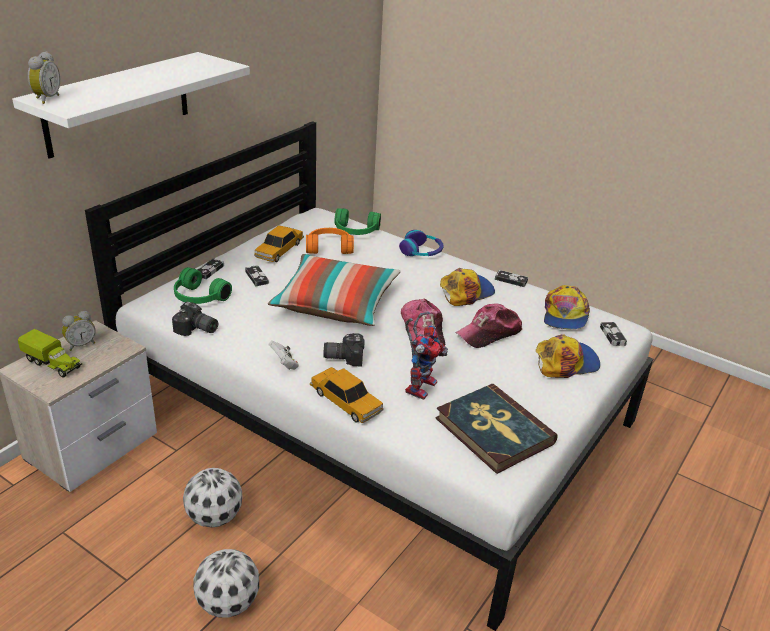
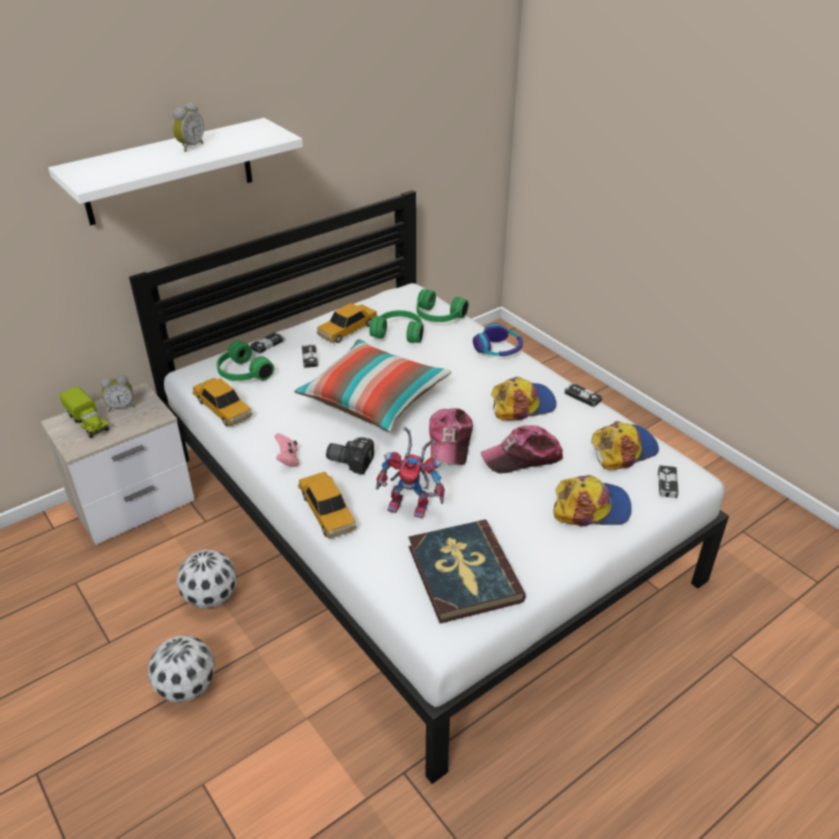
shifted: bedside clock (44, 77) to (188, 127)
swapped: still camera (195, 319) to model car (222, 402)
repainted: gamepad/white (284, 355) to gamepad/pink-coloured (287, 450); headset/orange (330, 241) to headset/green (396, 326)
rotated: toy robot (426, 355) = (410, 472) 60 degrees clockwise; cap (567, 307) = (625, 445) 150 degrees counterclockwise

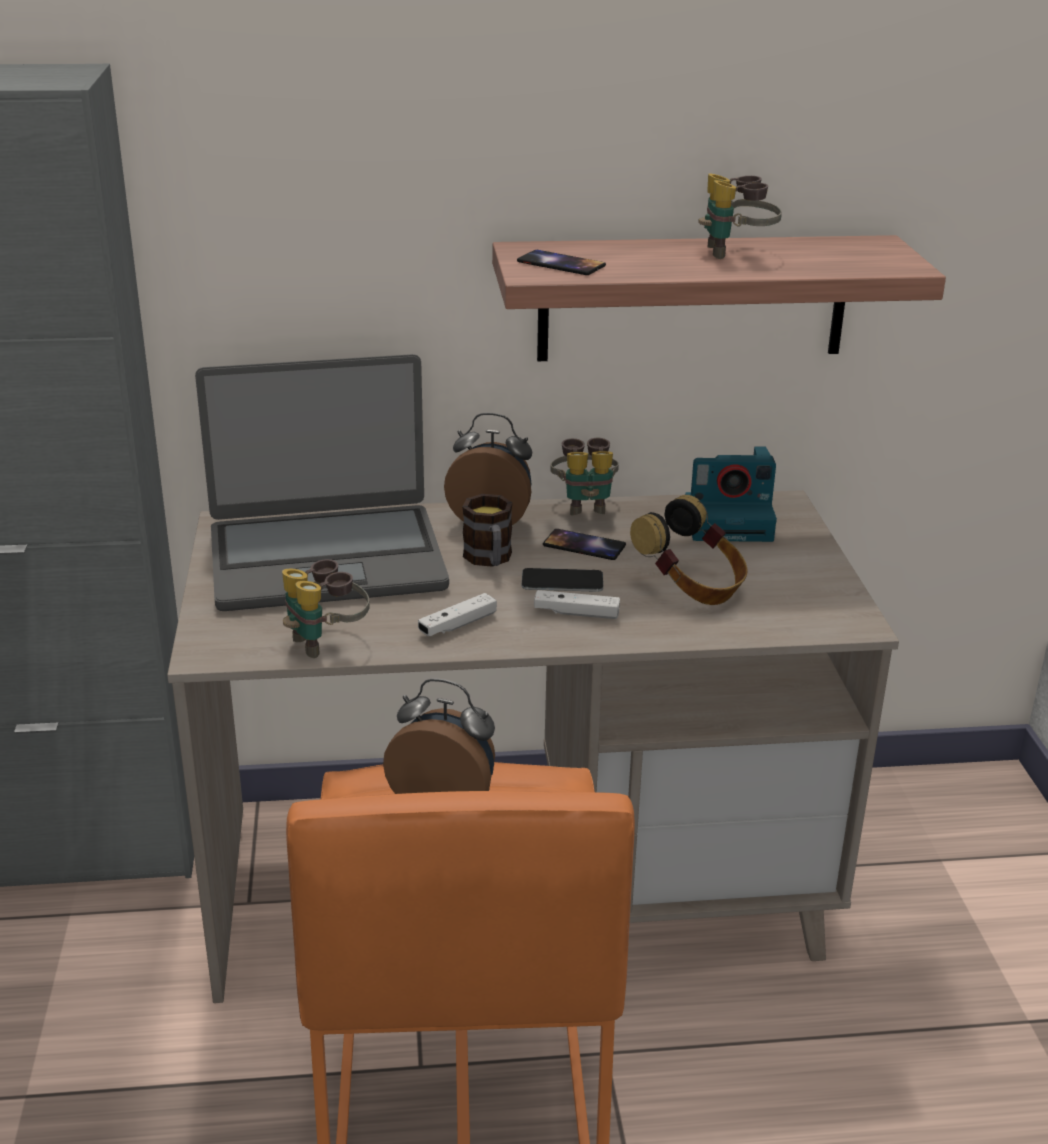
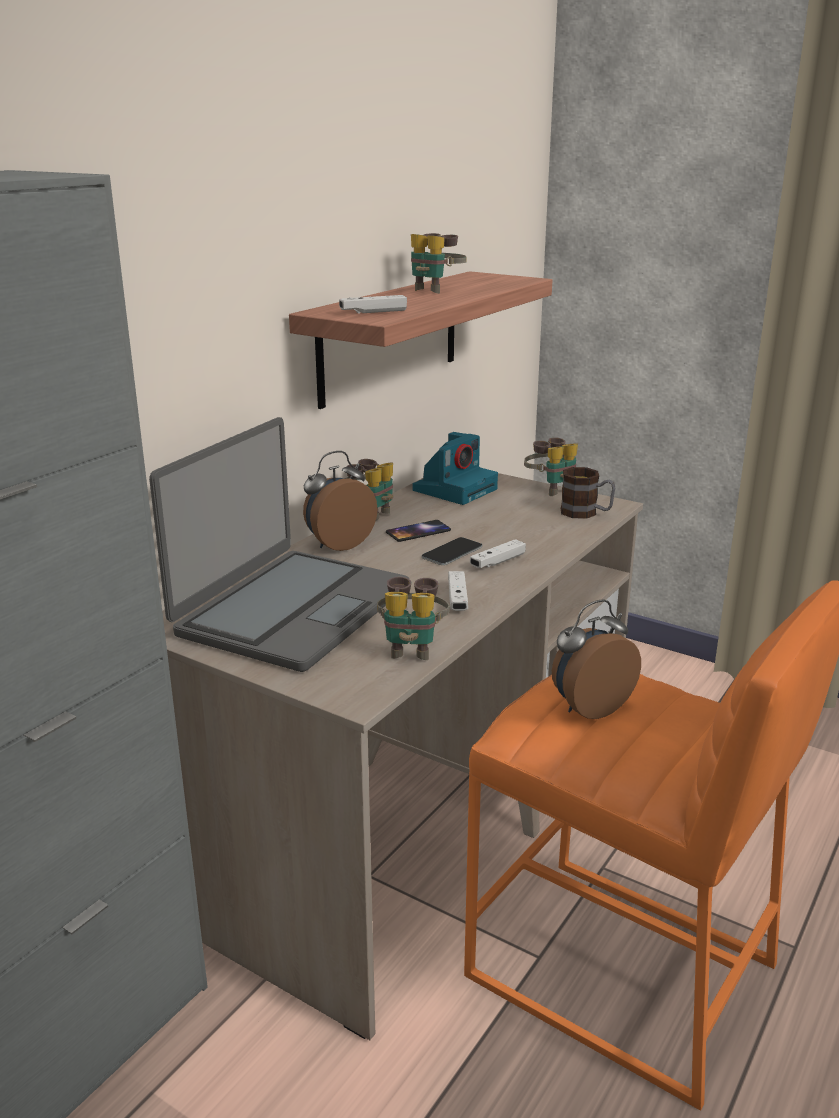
gone: headset (689, 550)
new: binoculars (551, 466)
shifted: coffee mug (488, 530) to (588, 493)
swapped: handset (561, 262) to gamepad/white (373, 304)

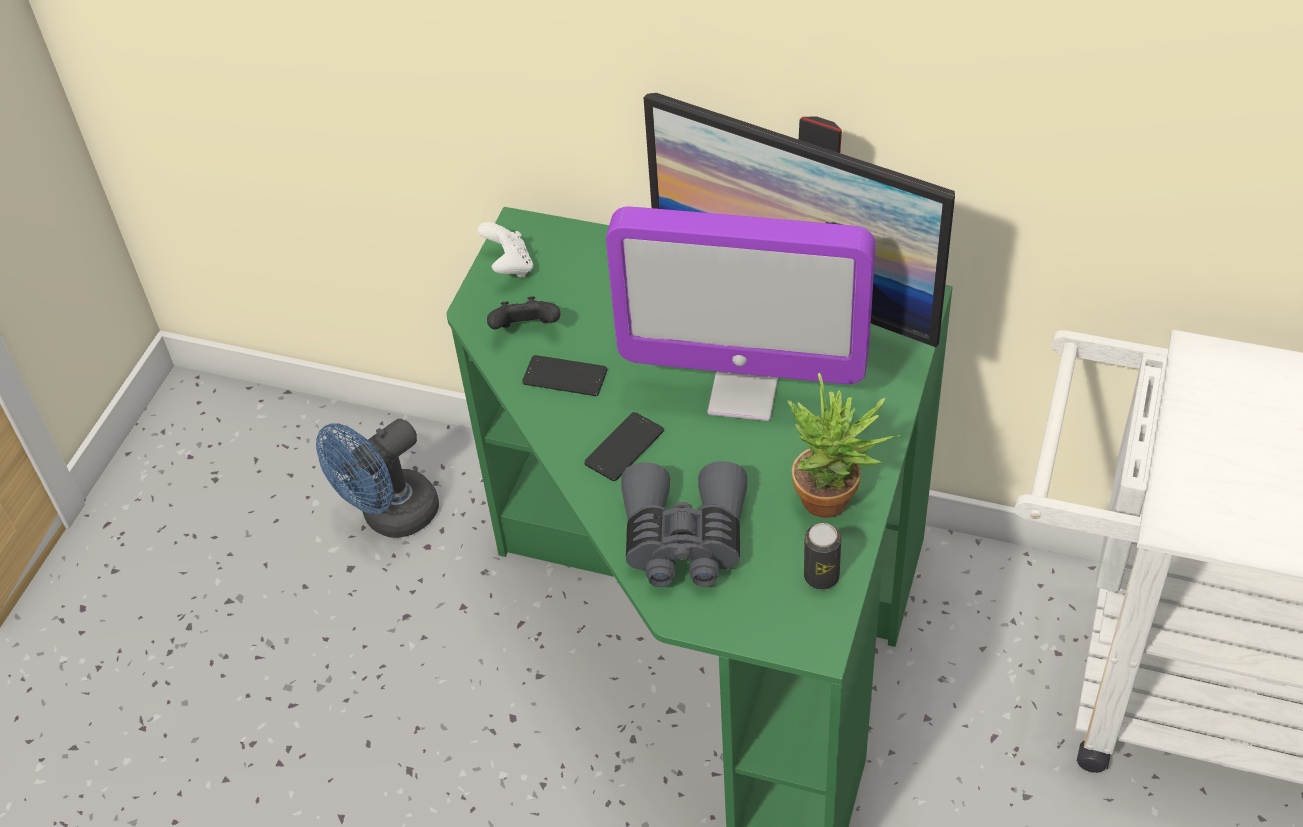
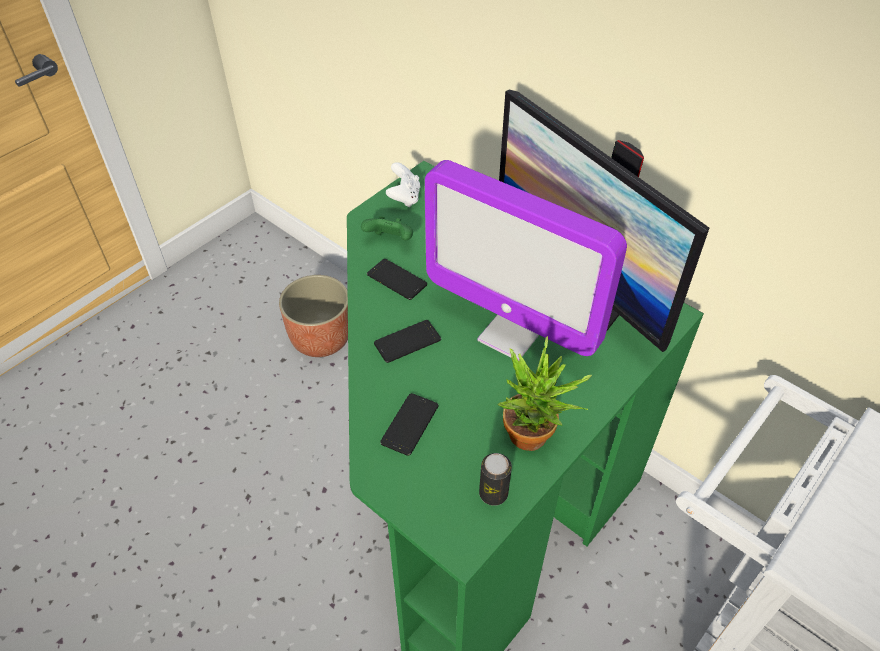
swapped: cooling fan/bluish (377, 478) to planter (313, 316); binoculars/greyish (684, 524) to handset (409, 424)
repainted: gamepad/black-coloured (523, 312) to gamepad/green (387, 228)

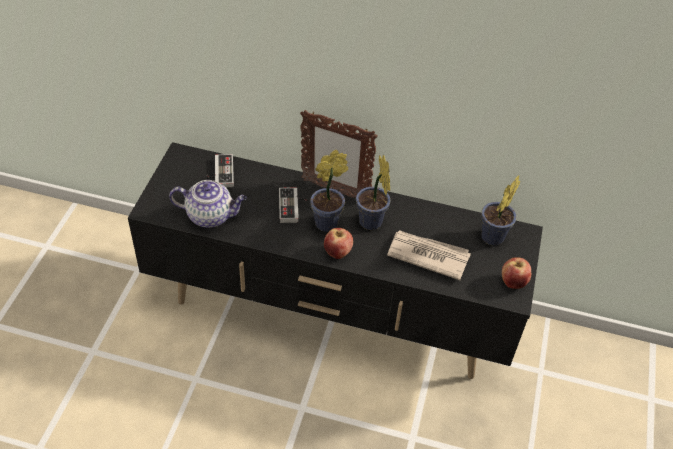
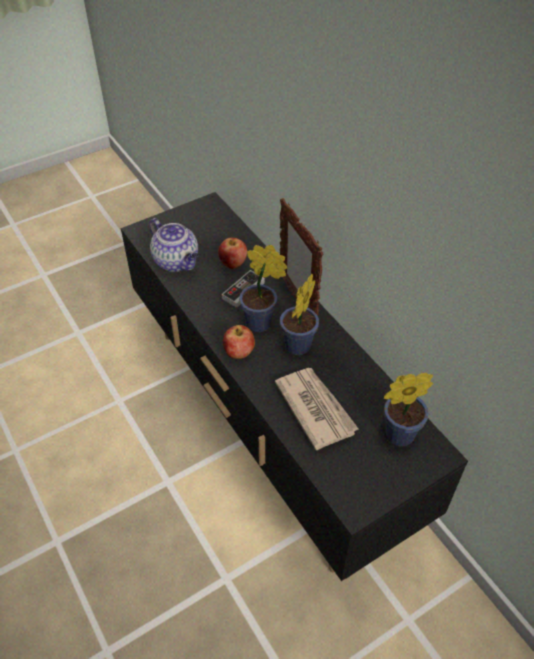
gone: gamepad (220, 170)
shifted: apple fruit (516, 273) to (232, 253)

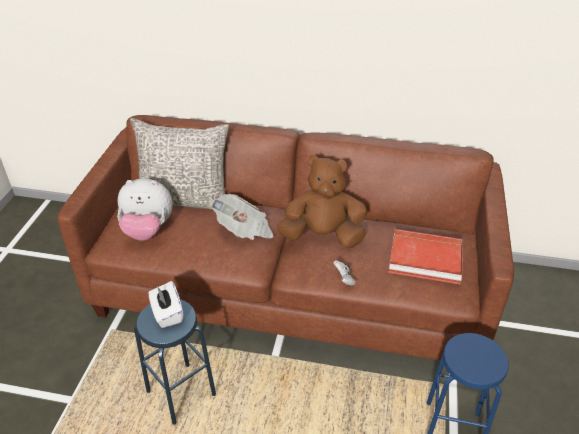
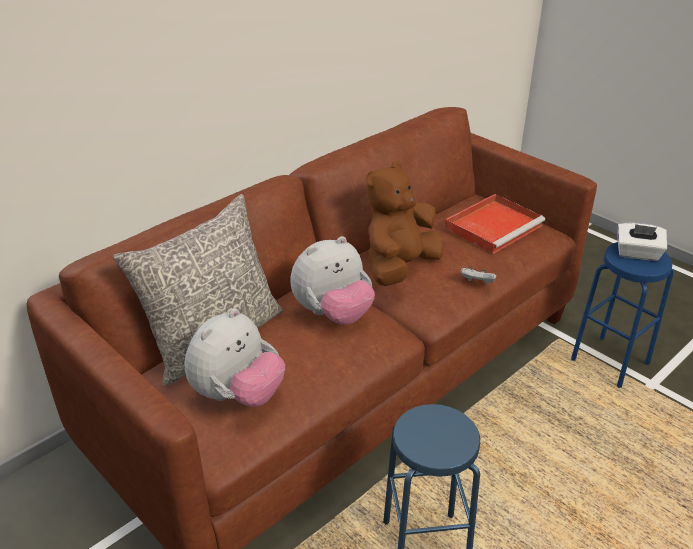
shifted: tissue holder/white (165, 304) to (642, 242)
swapped: daily paper (242, 217) to plush toy (332, 280)

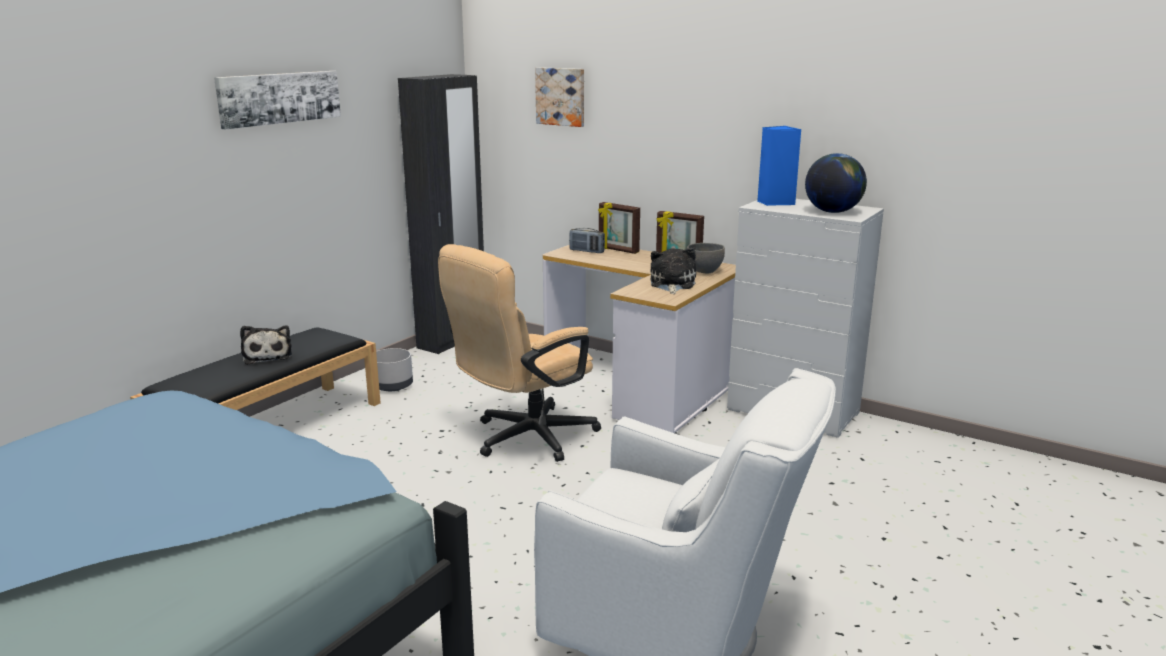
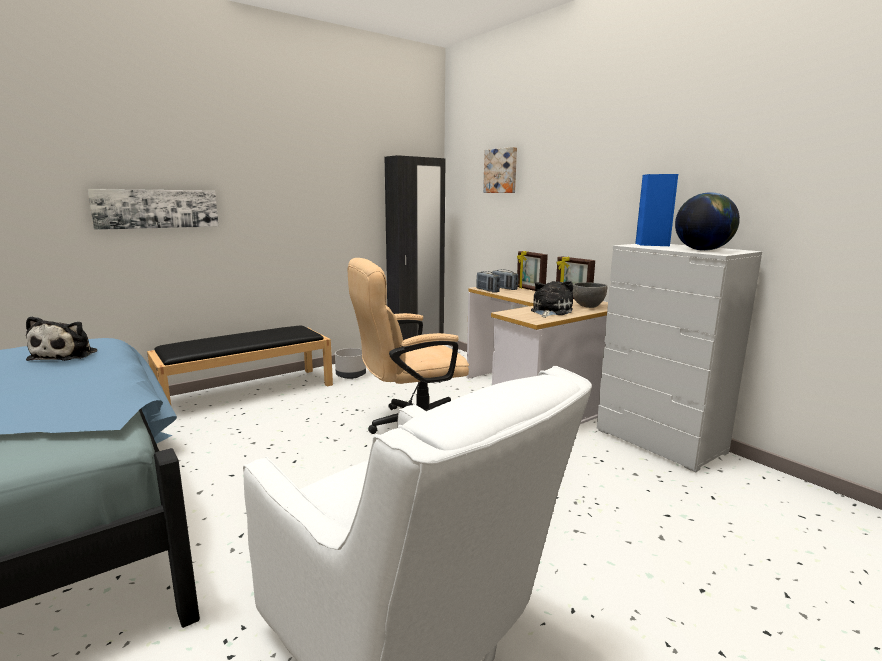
new: radio receiver (488, 281)
shifted: wall art (277, 100) to (153, 209); plush toy (266, 345) to (61, 338)

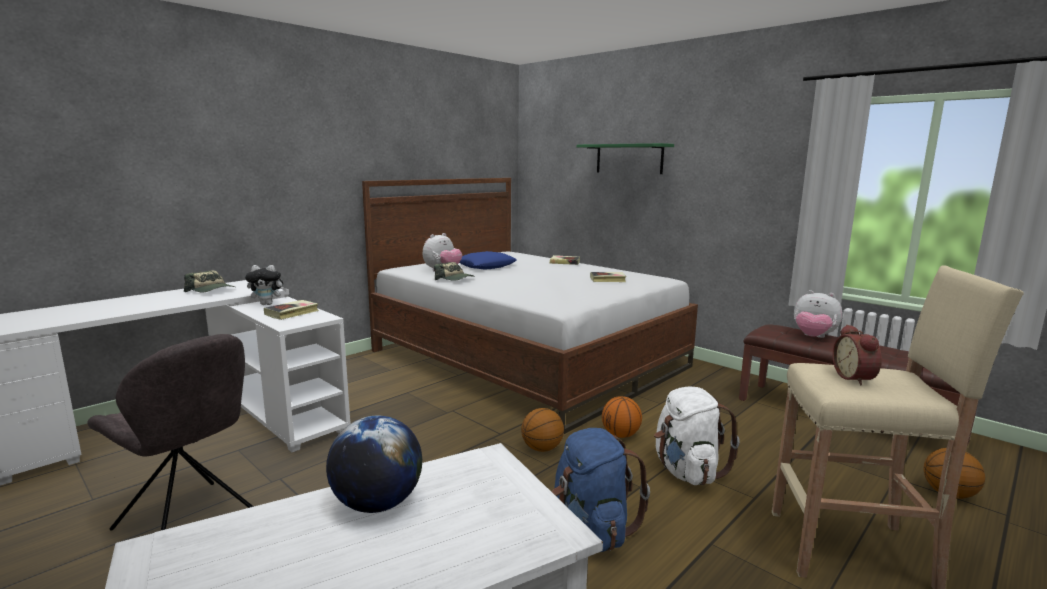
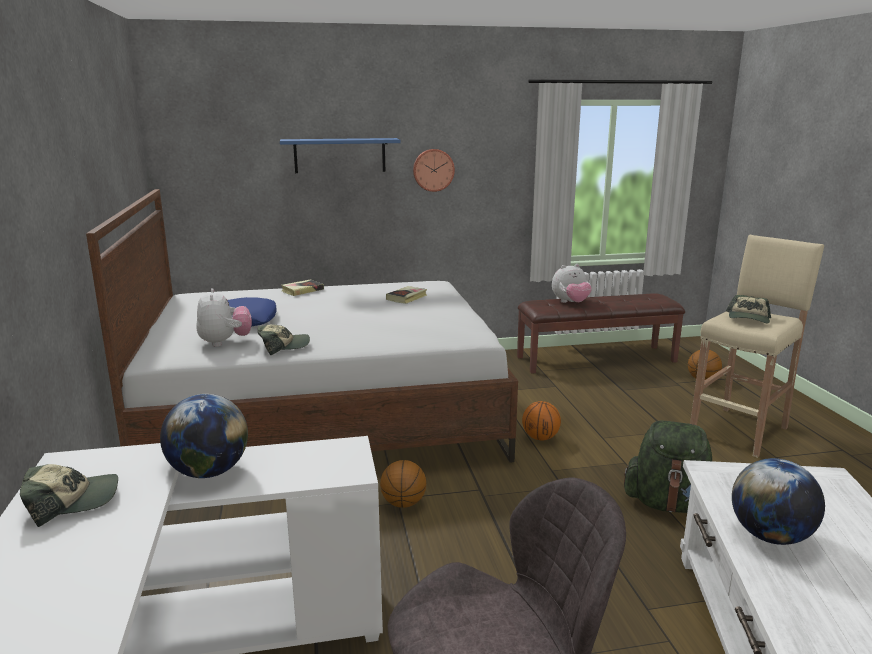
gone: book (291, 310); rucksack/white (697, 435)
new: hanging clock (434, 170)
shifted: basketball ball (542, 430) to (403, 484)
swapped: plush toy (266, 285) to desk globe (204, 436); bedside clock (857, 354) to cap (748, 309)
repainted: rucksack/bluish (601, 490) to rucksack/green (668, 466); shelf/green (625, 158) to shelf/bluish (340, 155)

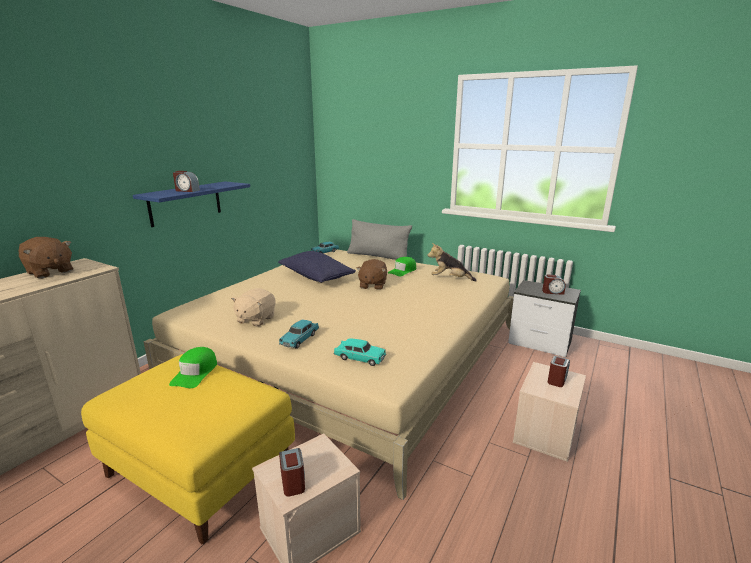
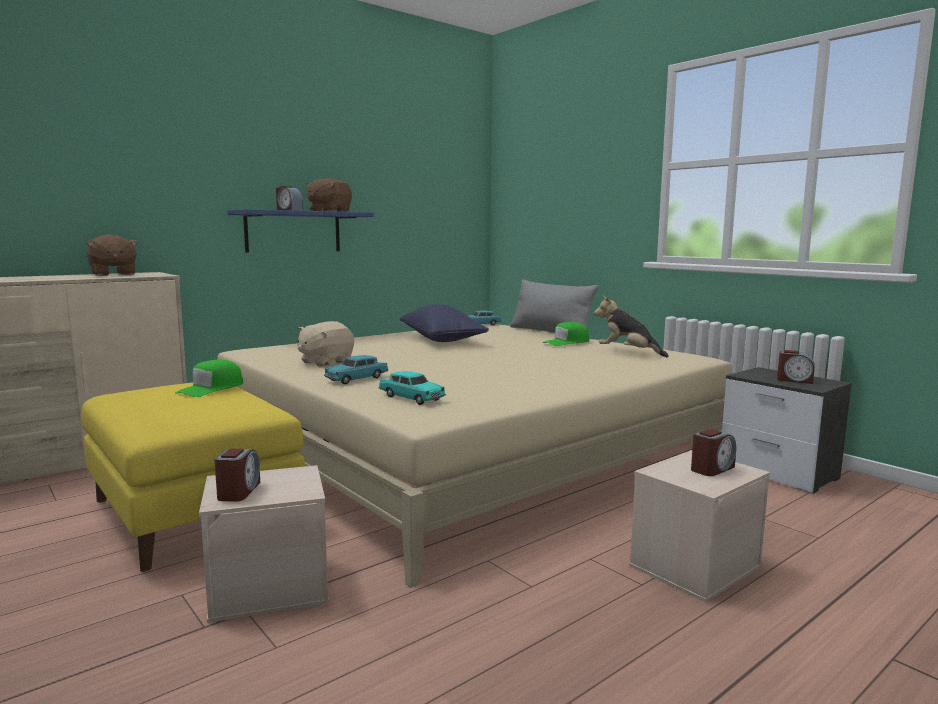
shifted: plush toy/brownish (371, 274) to (329, 195)

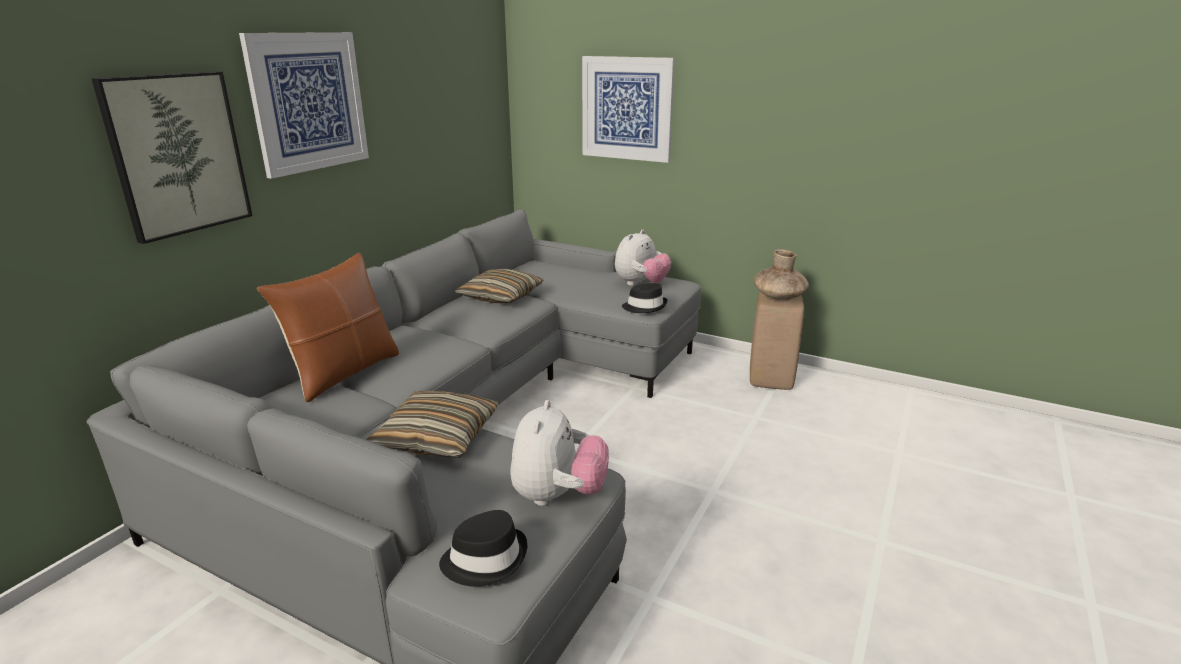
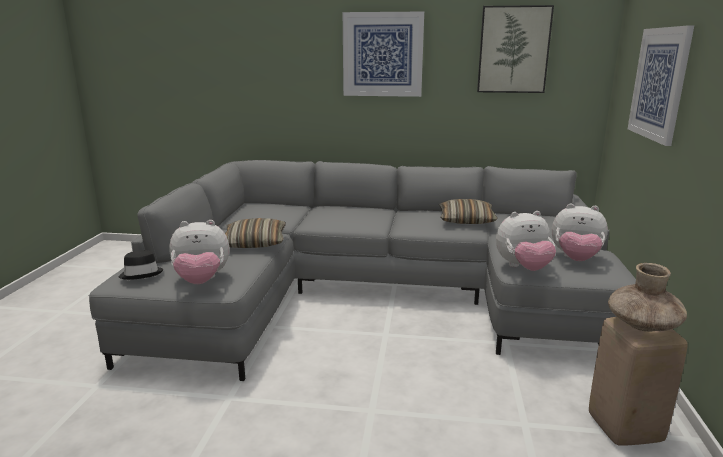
gone: throw pillow/brownish (328, 327)
shifted: wall art (172, 157) to (515, 49)
swapped: hat/black-coloured (645, 298) to plush toy (526, 241)

